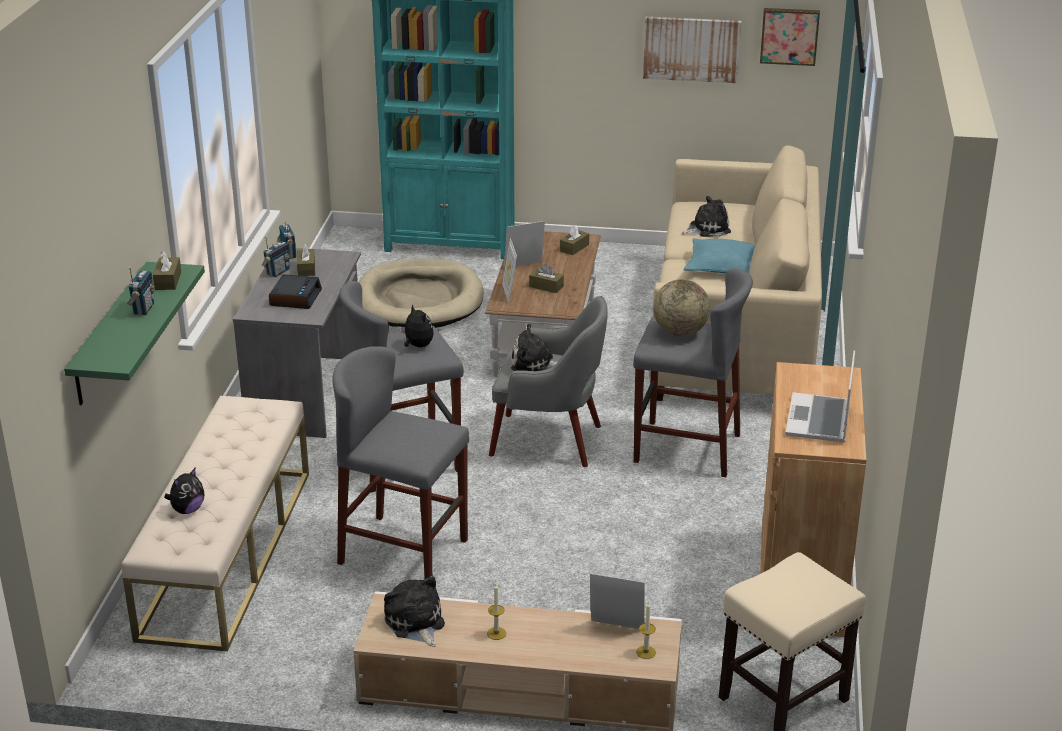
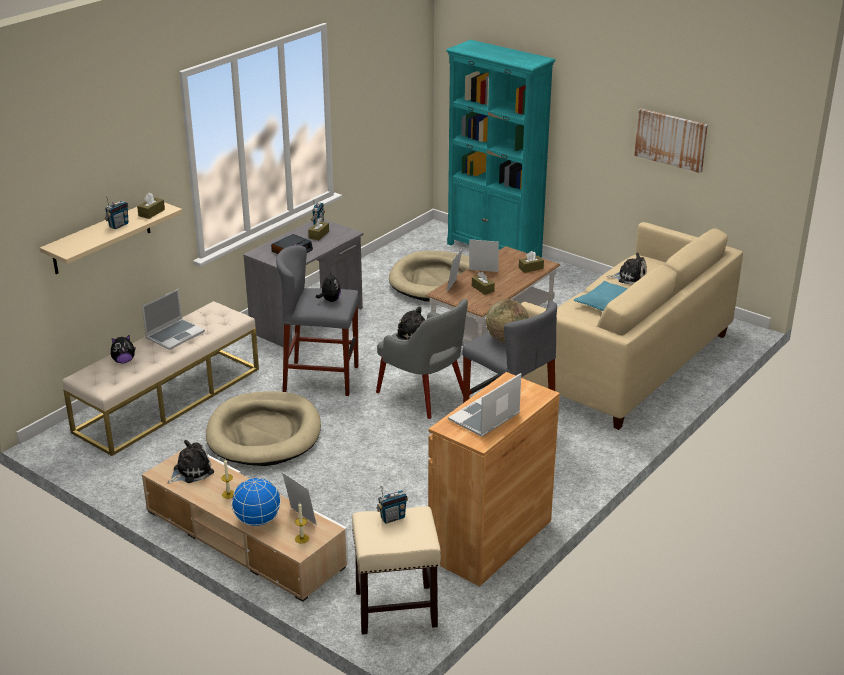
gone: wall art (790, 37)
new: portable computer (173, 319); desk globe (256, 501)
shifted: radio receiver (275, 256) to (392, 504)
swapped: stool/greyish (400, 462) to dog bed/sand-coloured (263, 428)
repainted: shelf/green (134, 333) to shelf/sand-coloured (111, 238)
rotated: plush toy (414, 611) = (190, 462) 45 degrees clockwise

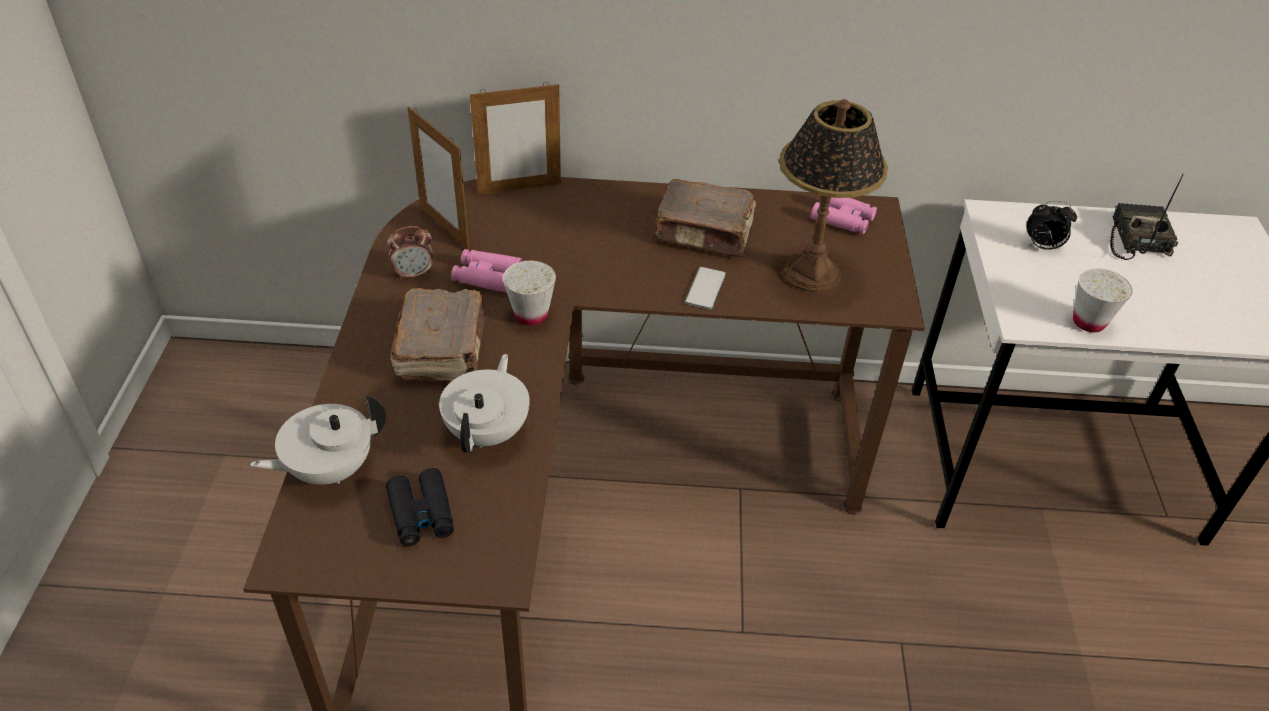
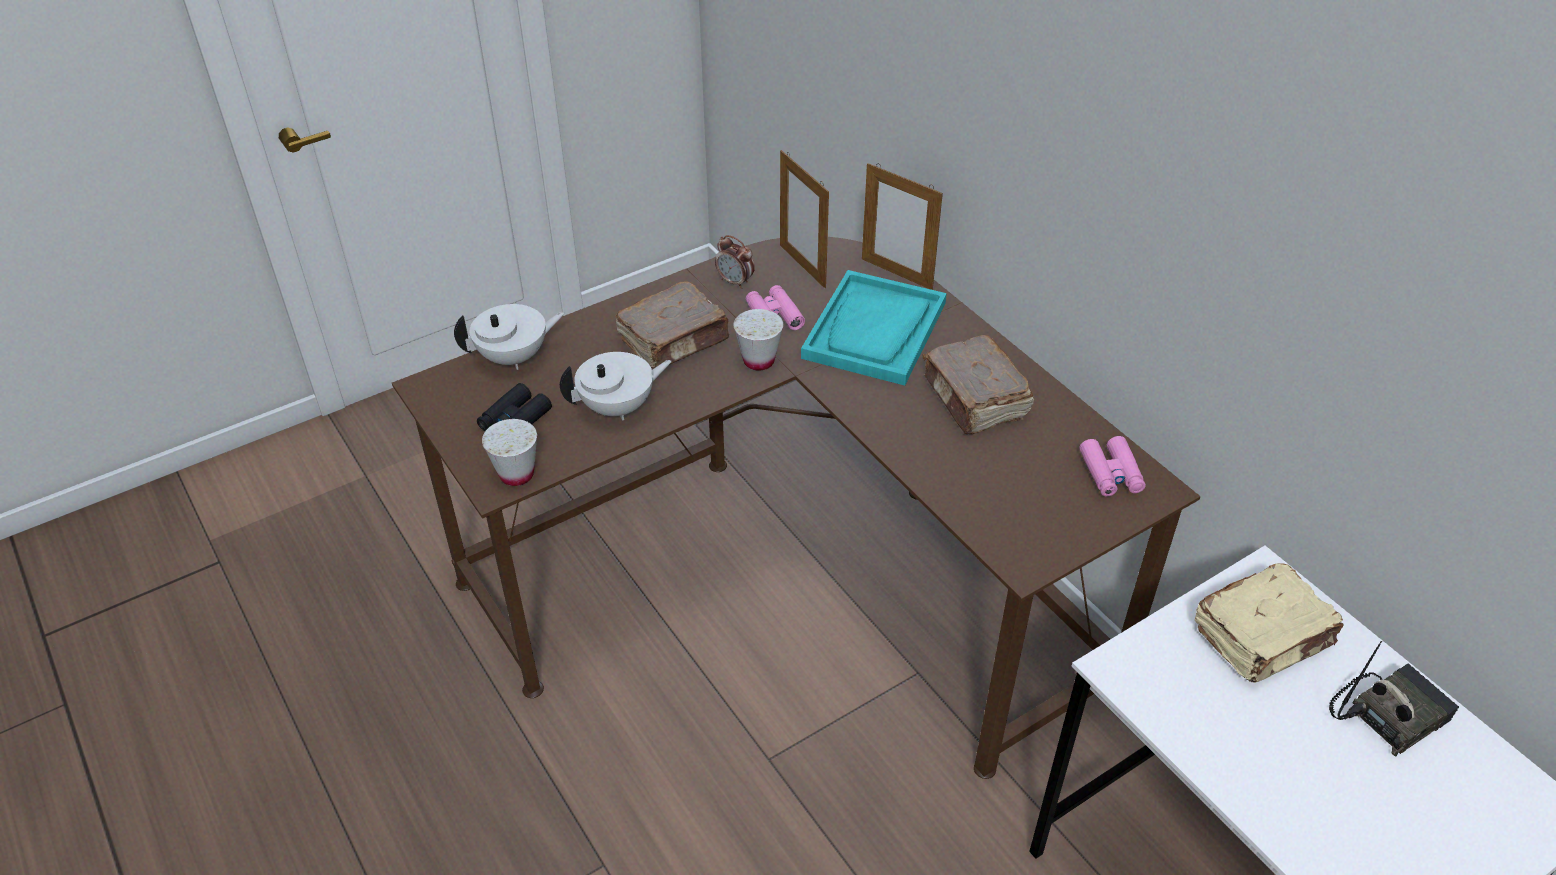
gone: handset (705, 288); tabletop lamp (833, 195)
new: tray/turquoise (874, 328)
shifted: cup/white (1103, 300) to (509, 452)
swapped: bedside clock (1051, 225) to book/sand-coloured (1269, 623)
rotated: pot for tea/white (318, 440) = (509, 337) 135 degrees clockwise; picture frame (438, 178) = (804, 219) 45 degrees counterclockwise

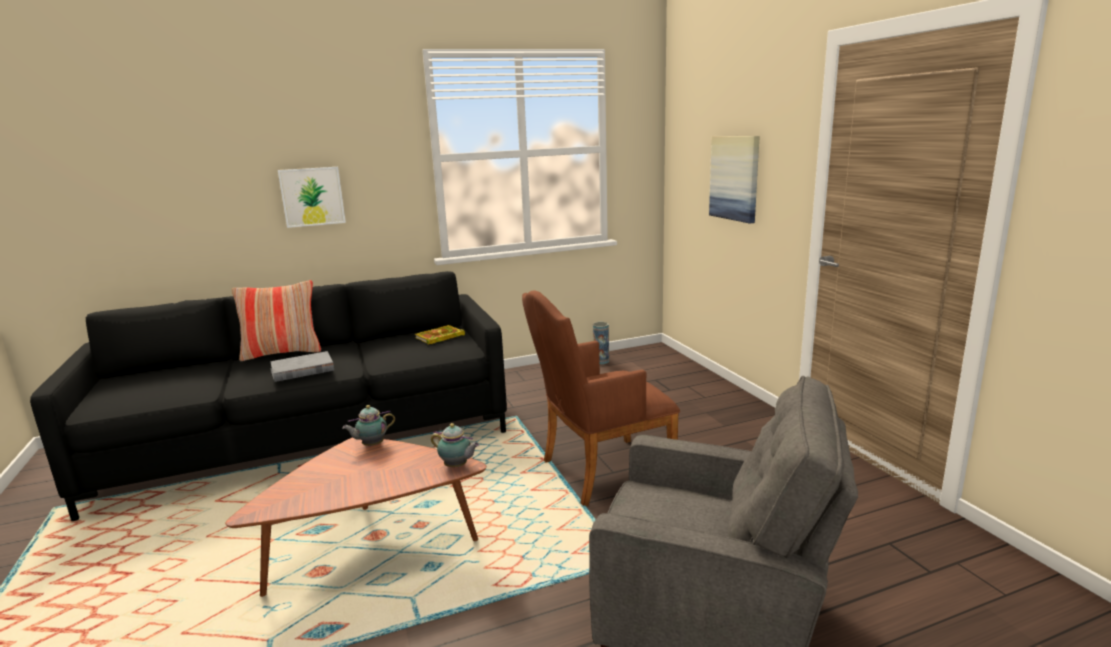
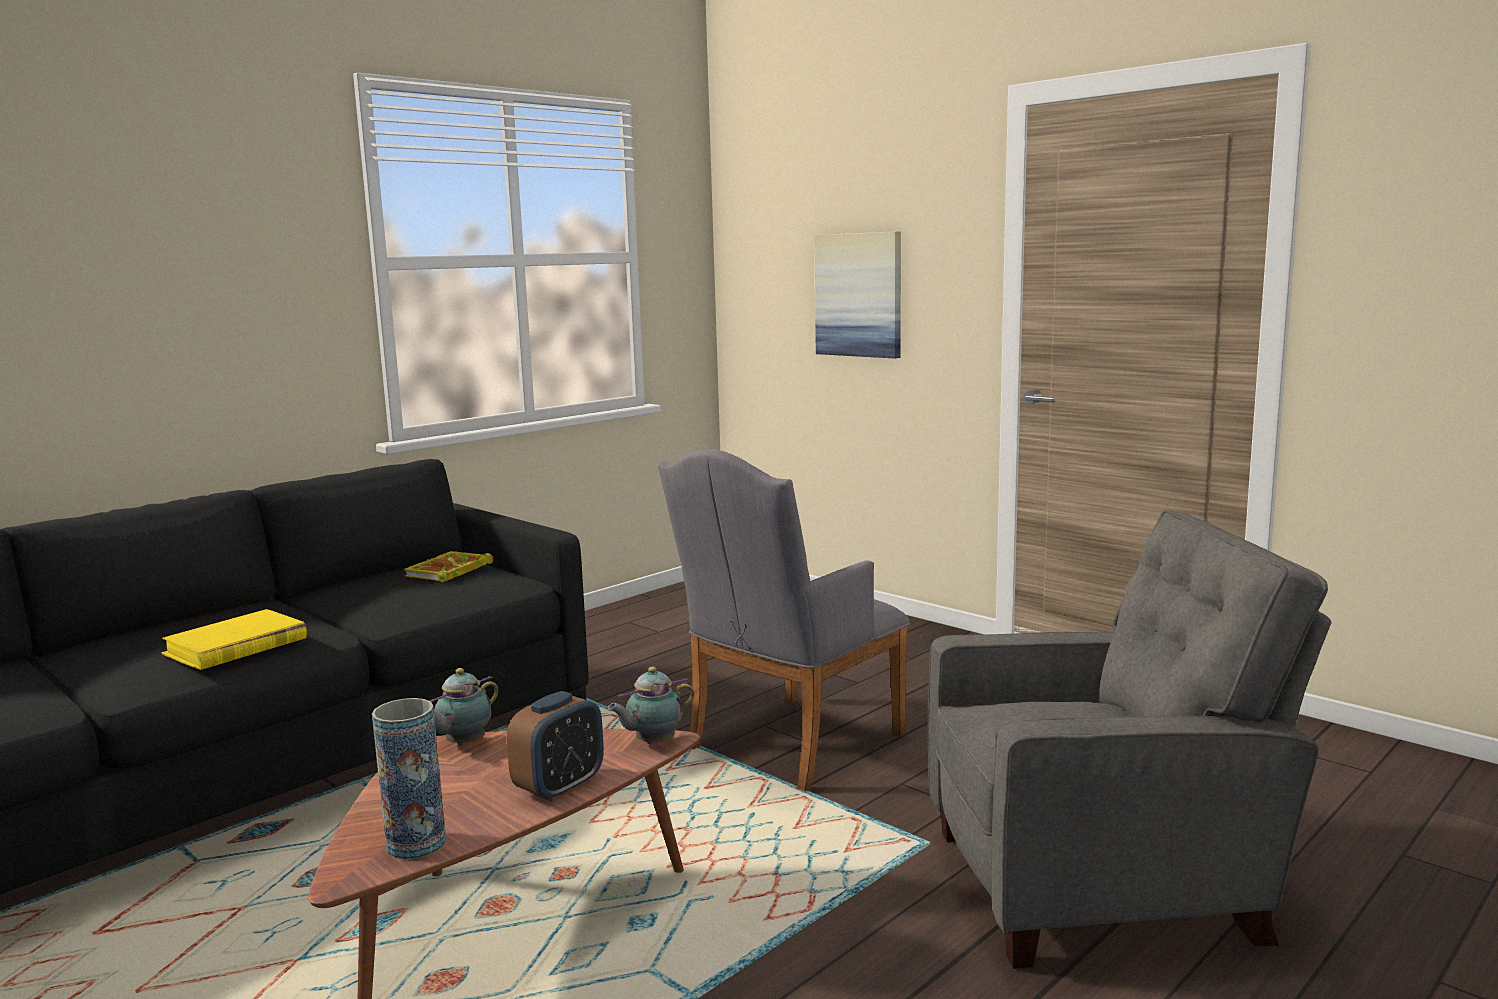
gone: throw pillow (276, 320); wall art (312, 197)
new: bedside clock (555, 746)
shifted: flower vase (601, 343) to (409, 778)
repainted: book/greyish (302, 366) to book/yellow-coloured (234, 639); armchair/brownish (601, 398) to armchair/greyish (784, 620)
rotated: pot for tea (455, 445) = (651, 706) 150 degrees clockwise

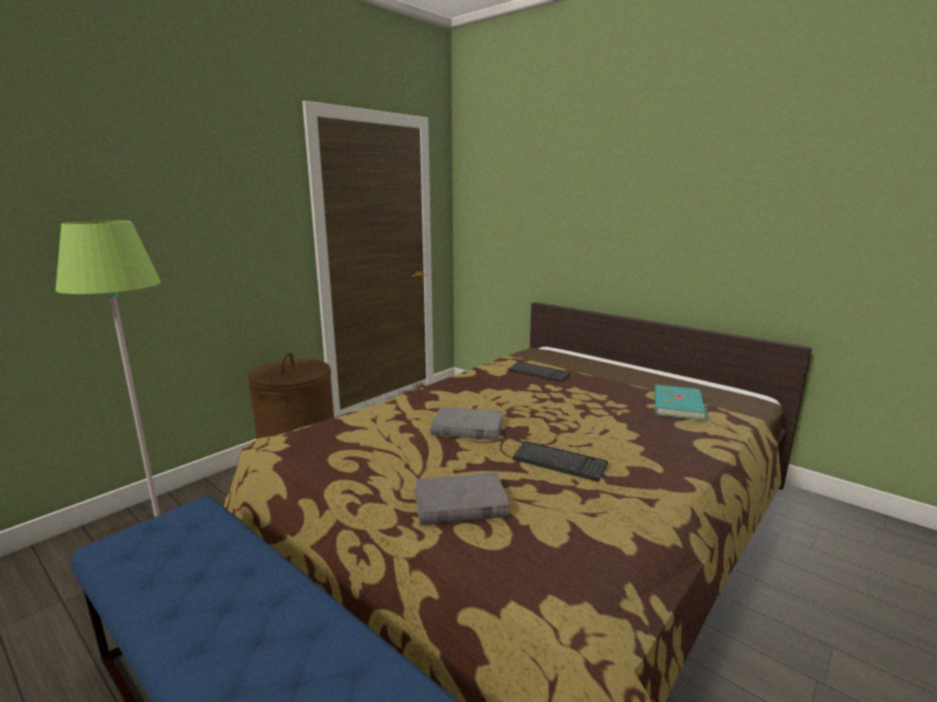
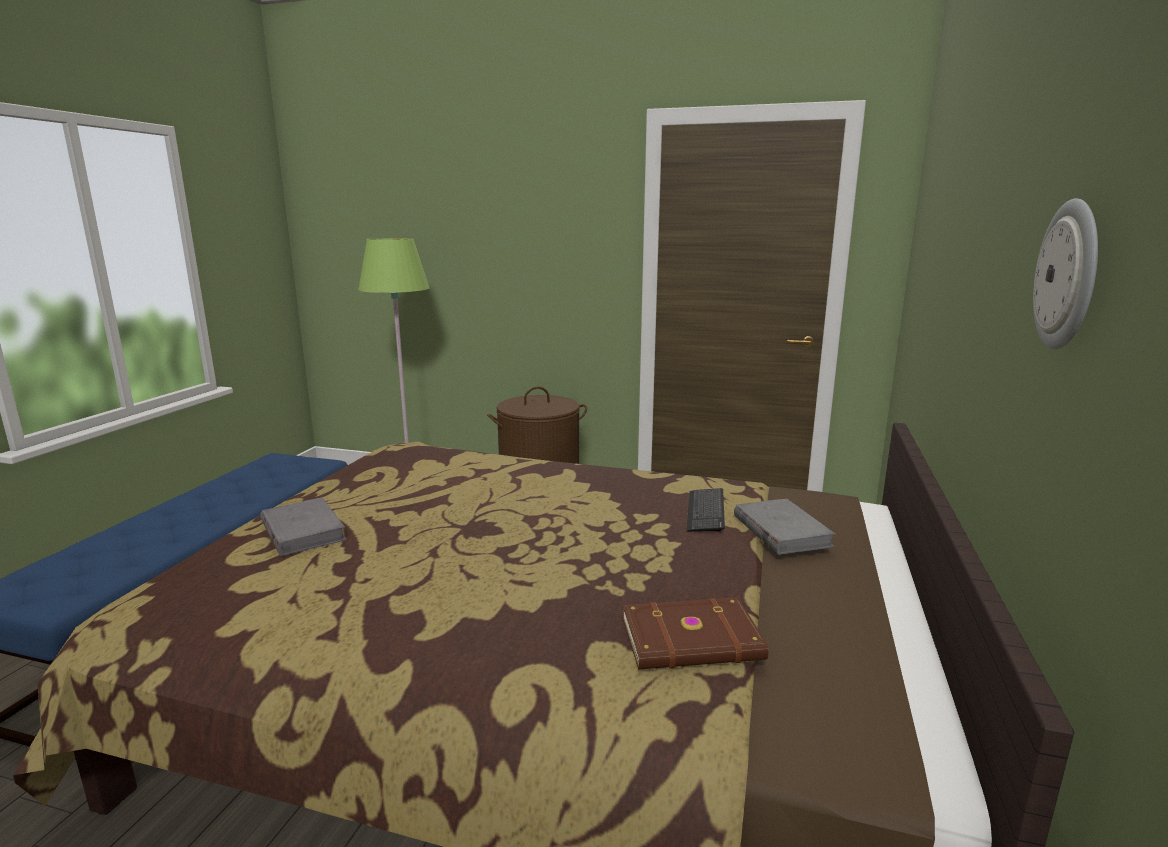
gone: PC keyboard (560, 461)
new: hanging clock (1065, 273)
shifted: book/greyish (466, 423) to (785, 527)
repainted: book/turquoise (680, 403) to book/brownish (696, 633)

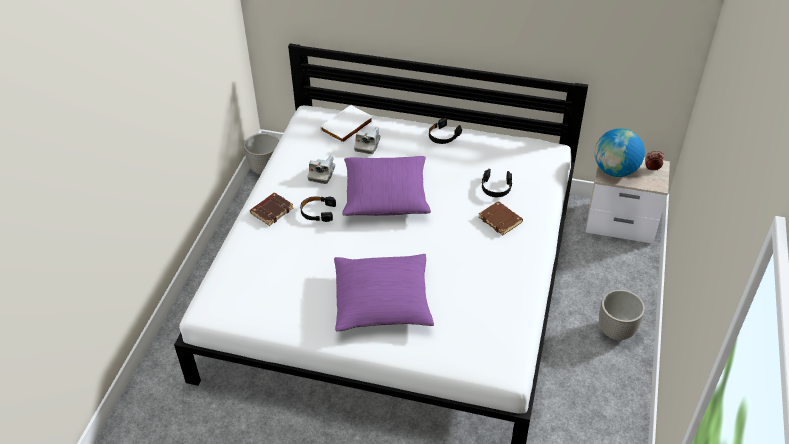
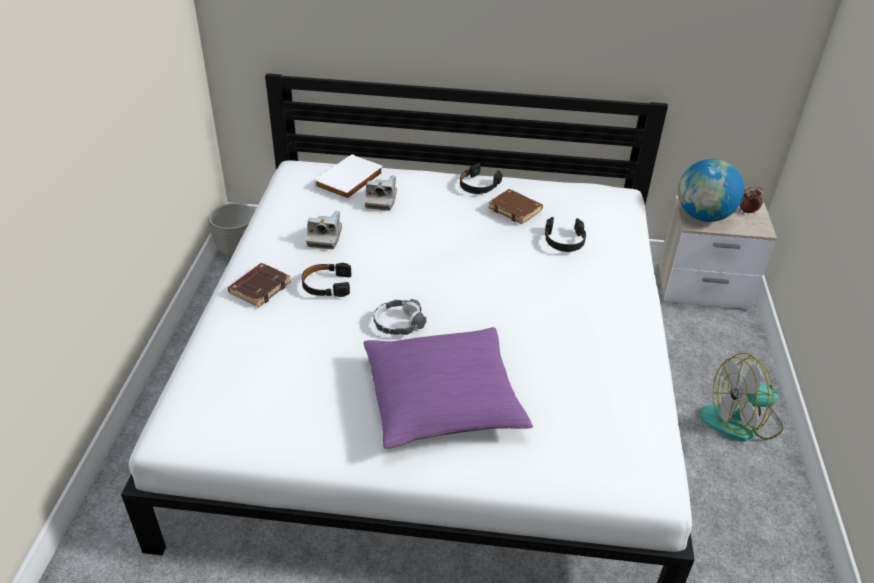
gone: throw pillow/purple-coloured (386, 186)
new: headset (400, 317)
shifted: book/brownish (501, 218) to (515, 206)
swapped: planter (622, 314) to cooling fan (741, 397)

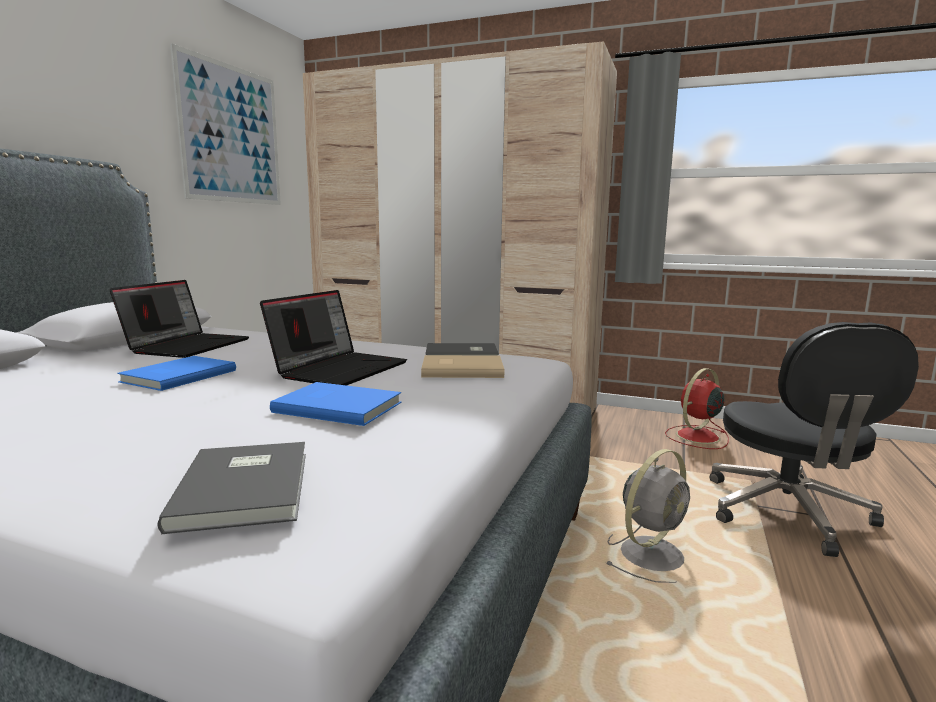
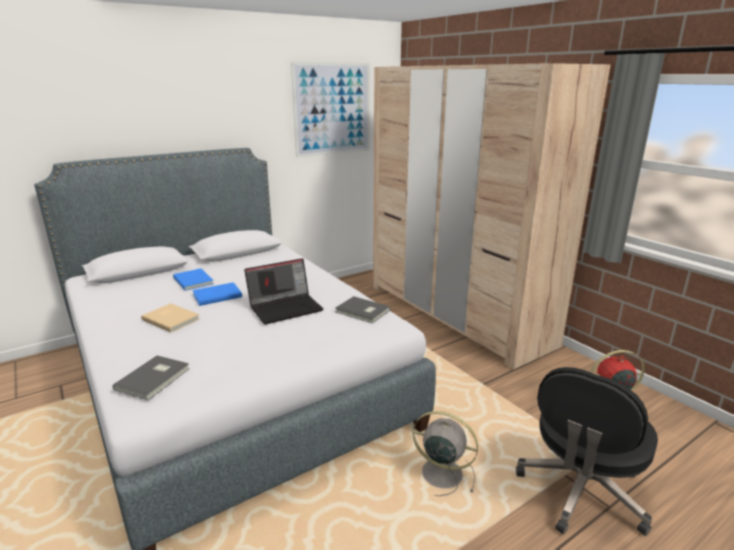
gone: portable computer (179, 319)
shifted: book/bluish (336, 404) to (193, 279); book/sand-coloured (462, 366) to (170, 317)
rotated: cooling fan/greyish (647, 516) = (445, 453) 150 degrees counterclockwise

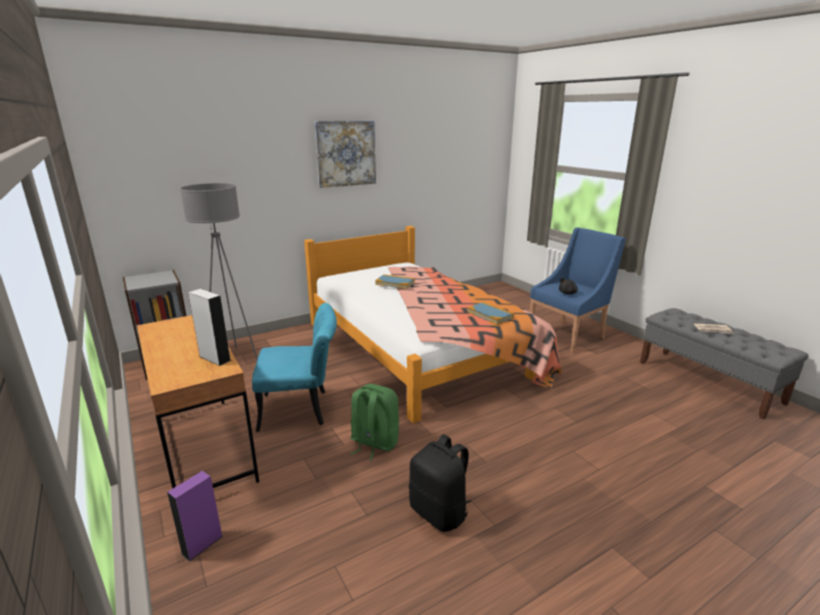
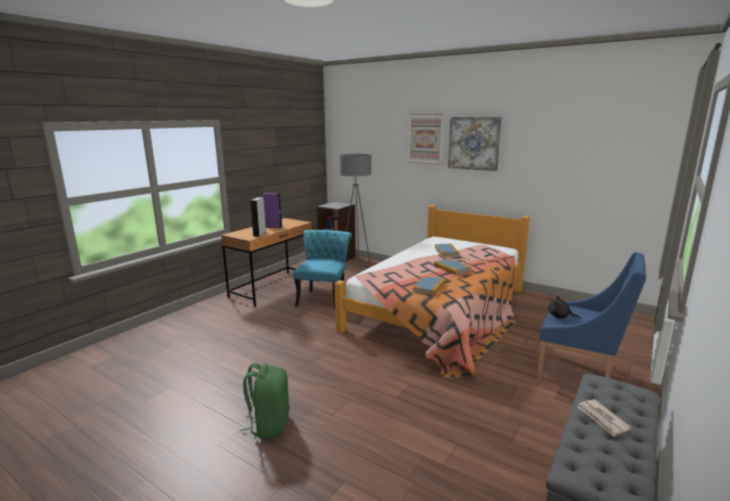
gone: rucksack/black-coloured (440, 483)
new: wall art (425, 139); book (452, 267)
shifted: speaker/purple-coloured (195, 516) to (272, 210); rucksack/green (374, 422) to (264, 400)
rotated: upright chair/turquoise (294, 367) = (323, 268) 135 degrees counterclockwise

